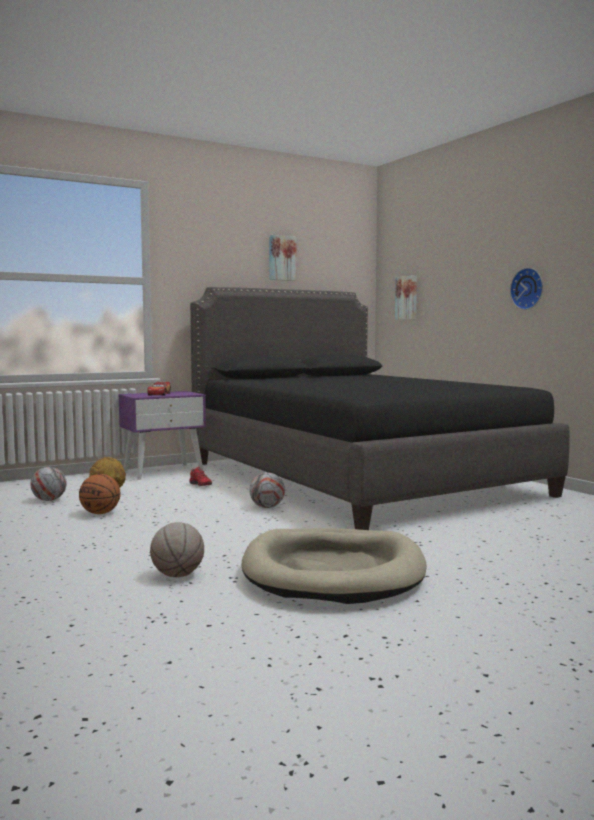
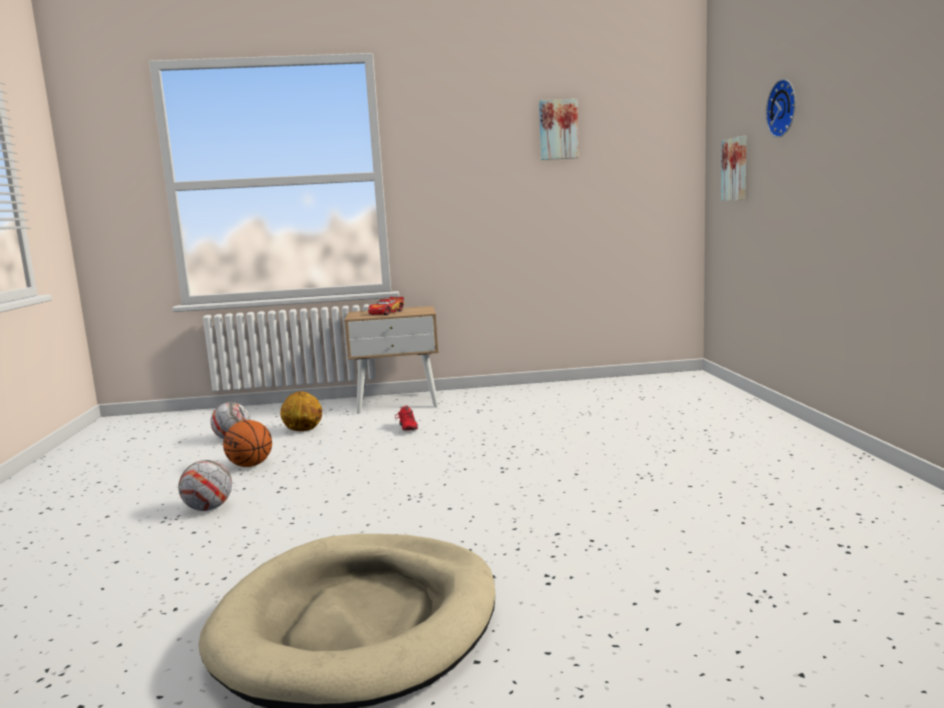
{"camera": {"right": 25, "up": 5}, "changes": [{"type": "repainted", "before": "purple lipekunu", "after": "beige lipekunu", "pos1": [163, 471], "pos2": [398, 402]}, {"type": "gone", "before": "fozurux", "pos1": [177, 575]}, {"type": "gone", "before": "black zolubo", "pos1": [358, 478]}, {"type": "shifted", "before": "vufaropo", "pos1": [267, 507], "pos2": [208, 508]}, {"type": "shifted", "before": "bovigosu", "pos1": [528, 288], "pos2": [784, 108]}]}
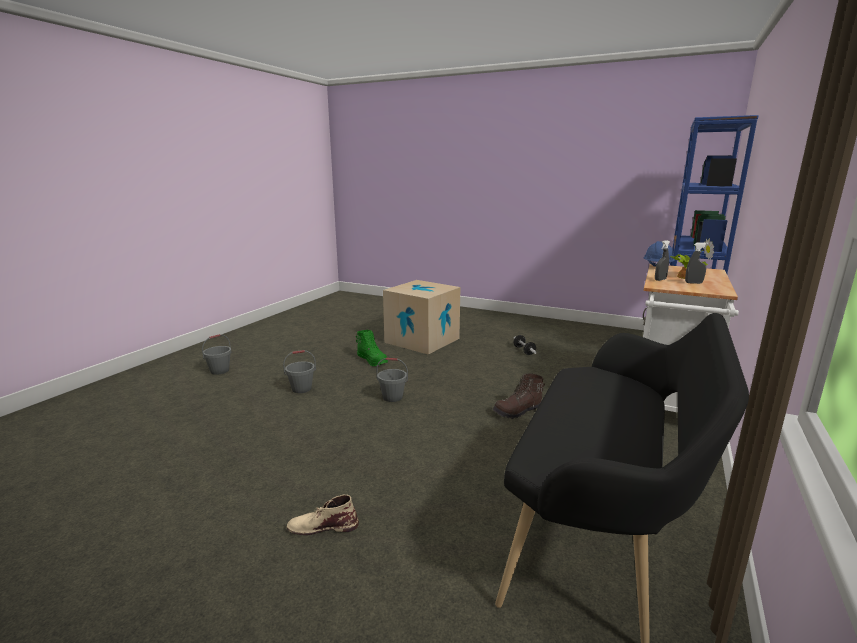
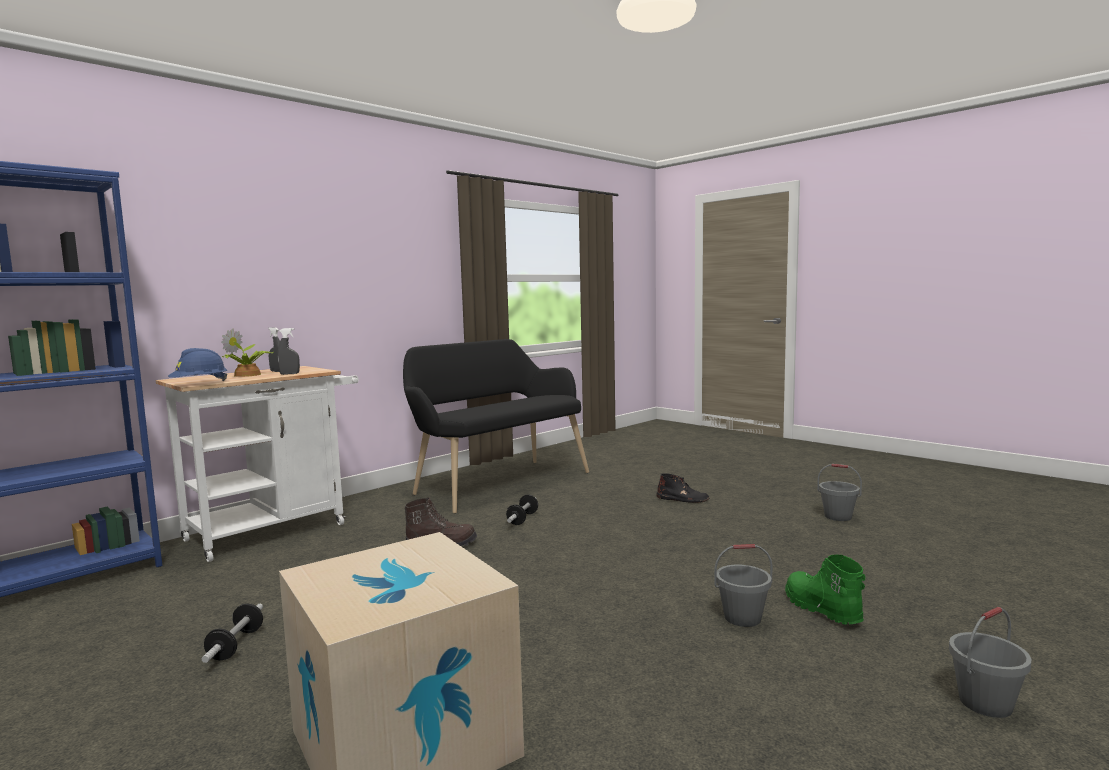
{"camera": {"right": -160, "up": -10}, "changes": [{"type": "repainted", "before": "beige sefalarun", "after": "black sefalarun", "pos1": [322, 526], "pos2": [683, 499]}, {"type": "shifted", "before": "green sefalarun", "pos1": [372, 360], "pos2": [821, 609]}, {"type": "shifted", "before": "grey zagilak", "pos1": [392, 397], "pos2": [838, 516]}, {"type": "new", "after": "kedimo", "pos2": [522, 519]}]}
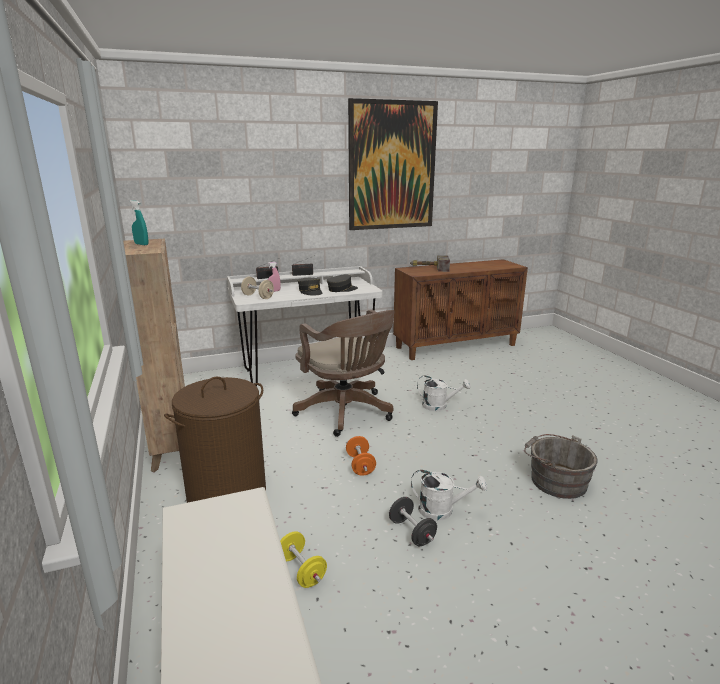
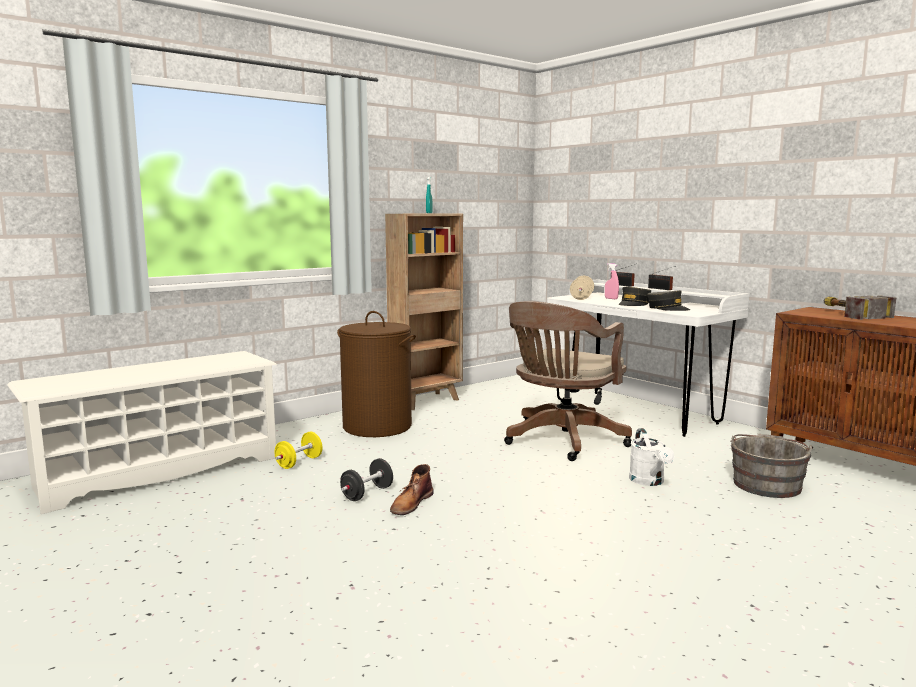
{"camera": {"right": 70, "up": -10}, "changes": [{"type": "gone", "before": "orange kedimo", "pos1": [360, 465]}, {"type": "gone", "before": "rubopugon", "pos1": [392, 166]}, {"type": "swapped", "before": "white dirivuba", "after": "brown sefalarun", "pos1": [442, 510], "pos2": [411, 503]}, {"type": "shifted", "before": "grey zagilak", "pos1": [555, 480], "pos2": [766, 484]}]}
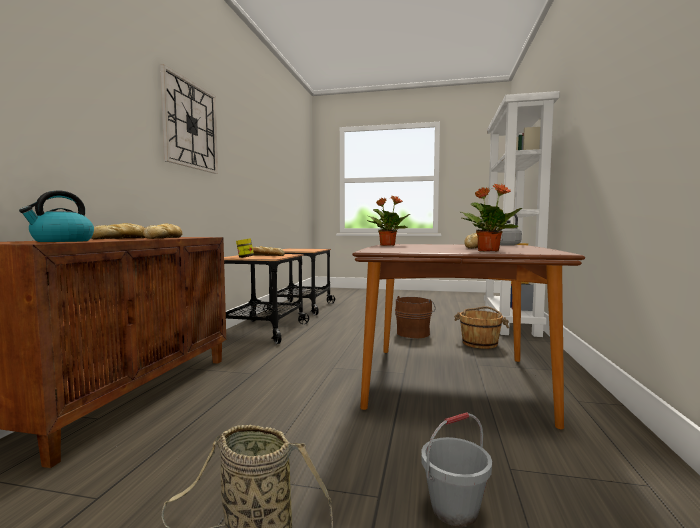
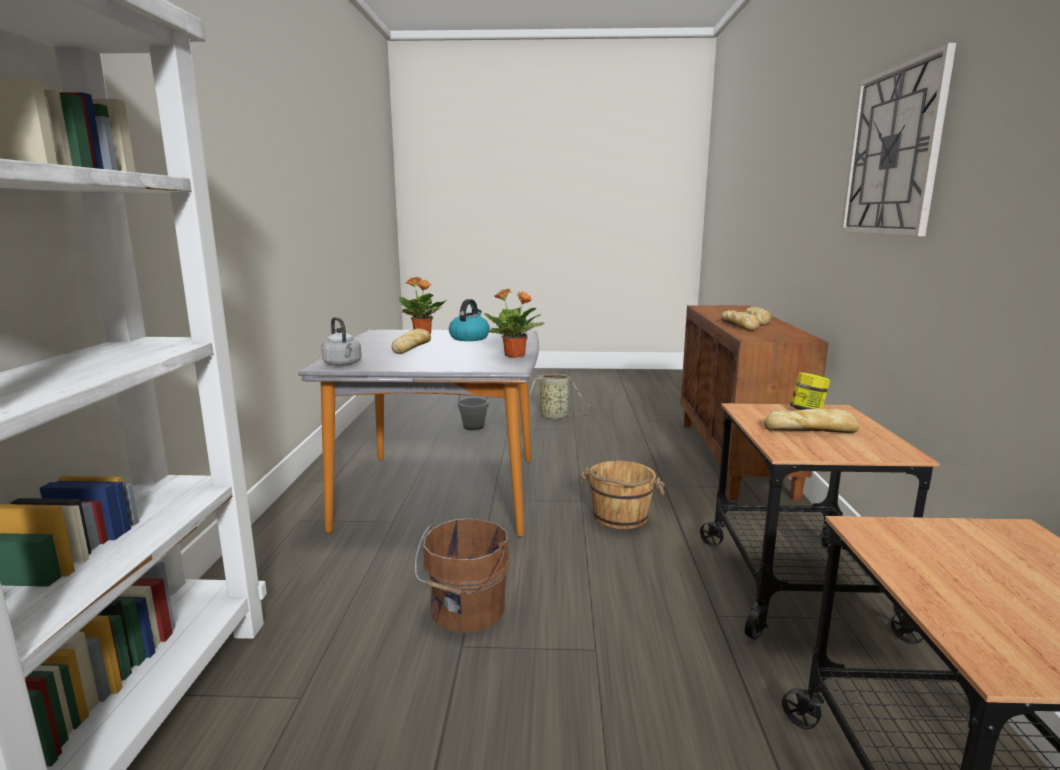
{"camera": {"right": 170, "up": 10}, "changes": [{"type": "shifted", "before": "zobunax", "pos1": [62, 241], "pos2": [469, 338]}, {"type": "repainted", "before": "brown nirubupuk", "after": "grey nirubupuk", "pos1": [452, 381], "pos2": [440, 493]}, {"type": "shifted", "before": "brown zagilak", "pos1": [480, 343], "pos2": [619, 517]}]}
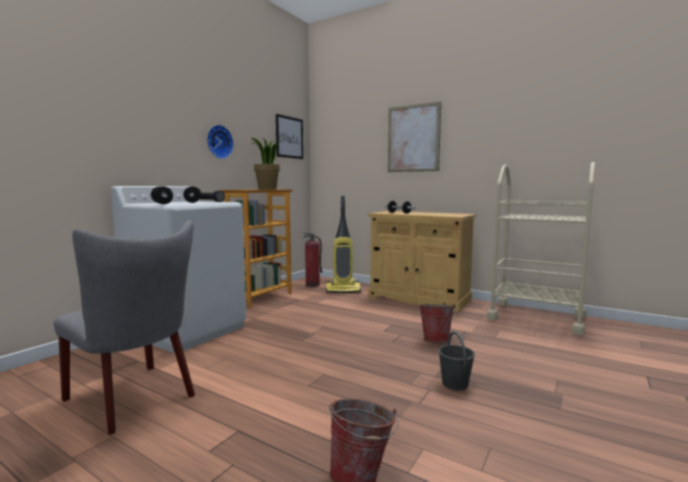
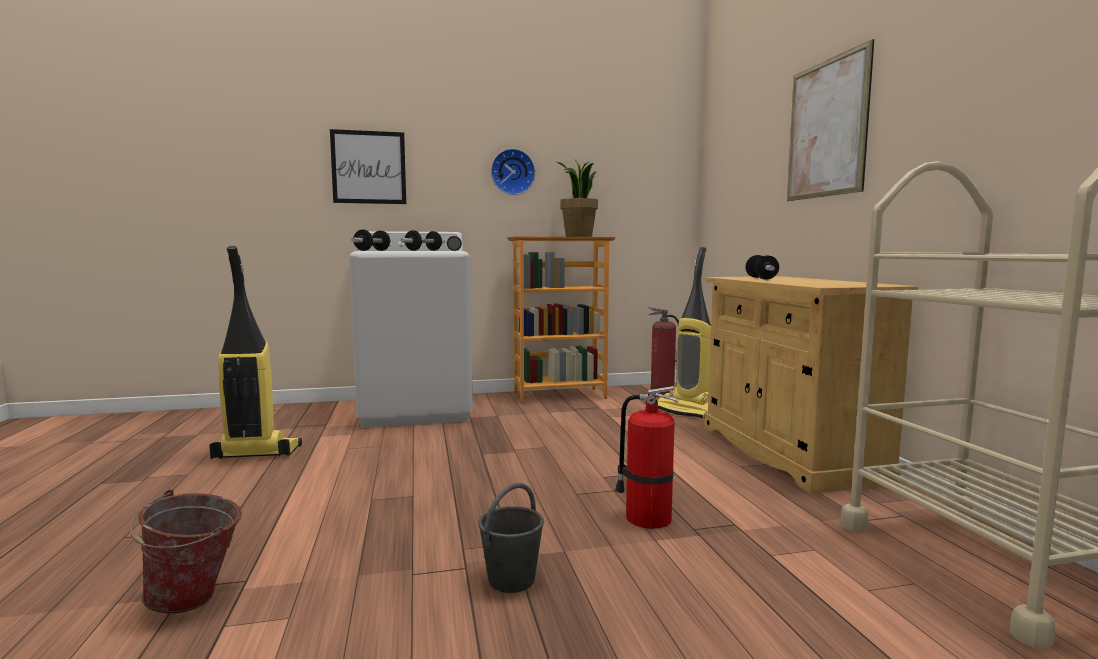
{"camera": {"right": 45, "up": 0}, "changes": [{"type": "swapped", "before": "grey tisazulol", "after": "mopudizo", "pos1": [136, 399], "pos2": [256, 454]}, {"type": "shifted", "before": "rubopugon", "pos1": [289, 137], "pos2": [369, 167]}, {"type": "swapped", "before": "zagilak", "after": "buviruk", "pos1": [436, 340], "pos2": [646, 518]}]}
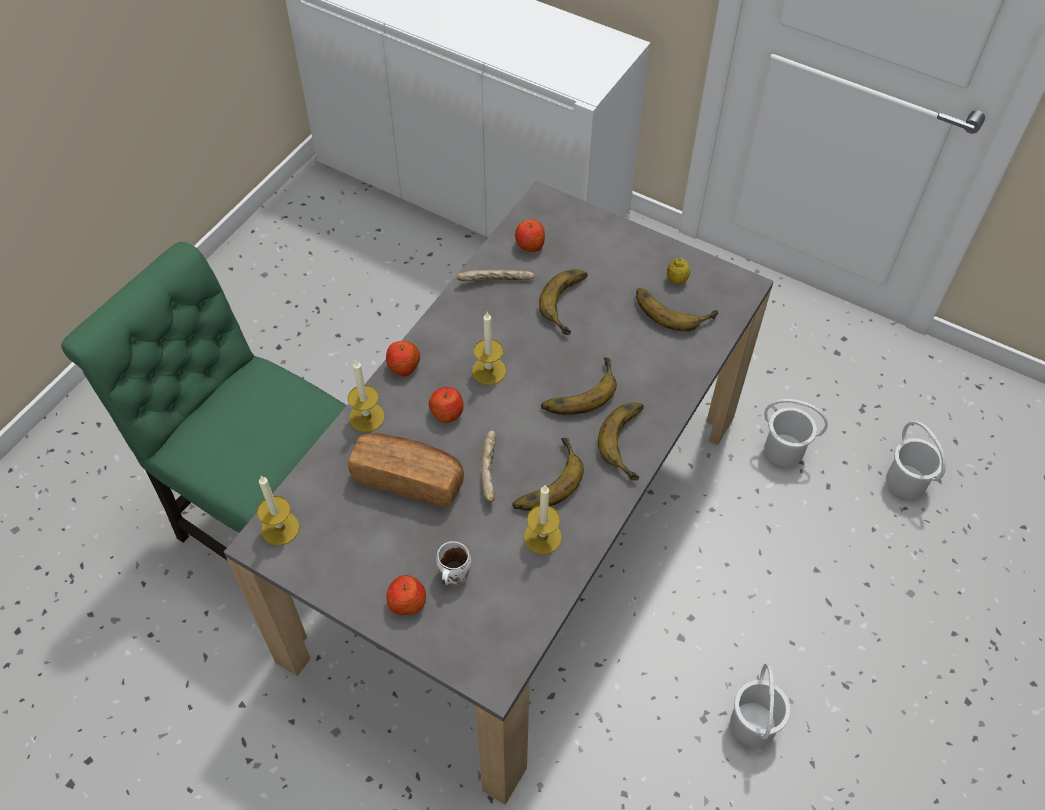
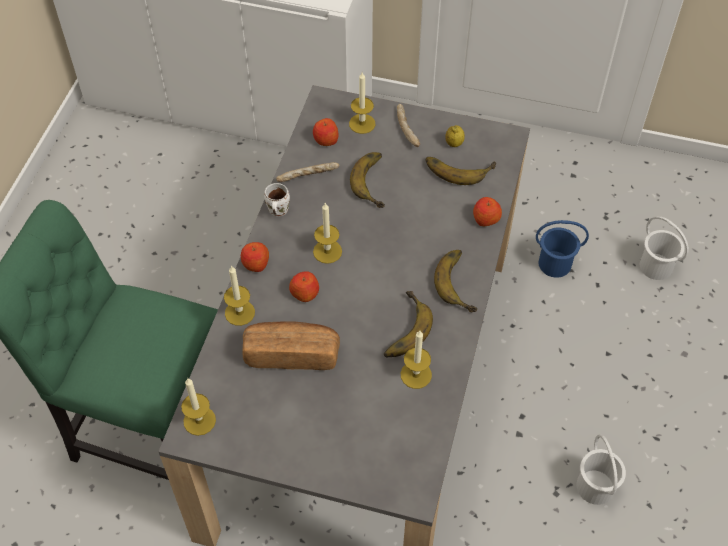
{"camera": {"right": -15, "up": 0}, "changes": [{"type": "shifted", "before": "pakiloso", "pos1": [407, 602], "pos2": [486, 219]}, {"type": "shifted", "before": "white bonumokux", "pos1": [452, 574], "pos2": [277, 210]}, {"type": "shifted", "before": "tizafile", "pos1": [491, 470], "pos2": [408, 129]}, {"type": "gone", "before": "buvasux", "pos1": [577, 390]}, {"type": "repainted", "before": "white zagilak", "after": "blue zagilak", "pos1": [784, 450], "pos2": [555, 264]}, {"type": "new", "after": "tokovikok", "pos2": [362, 123]}]}
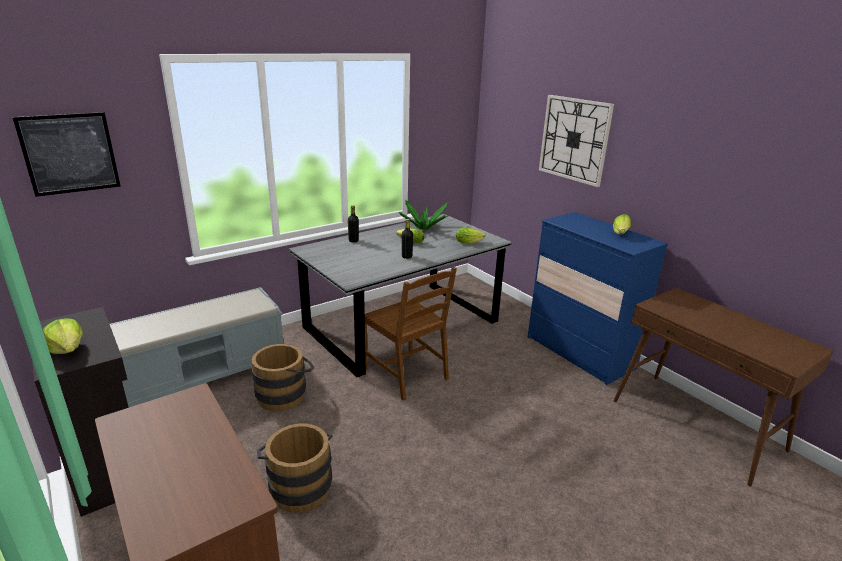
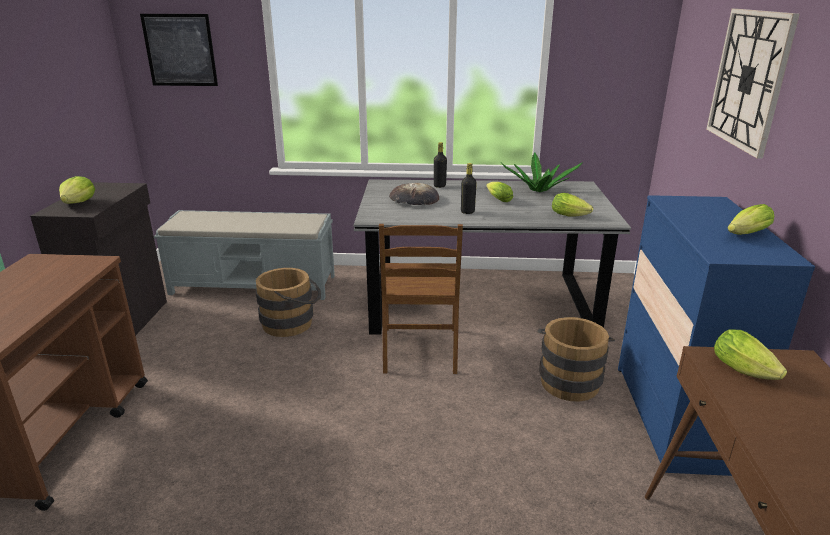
{"camera": {"right": 40, "up": 0}, "changes": [{"type": "shifted", "before": "brown zagilak", "pos1": [299, 485], "pos2": [569, 379]}, {"type": "new", "after": "tizafile", "pos2": [414, 199]}, {"type": "new", "after": "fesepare", "pos2": [746, 371]}]}
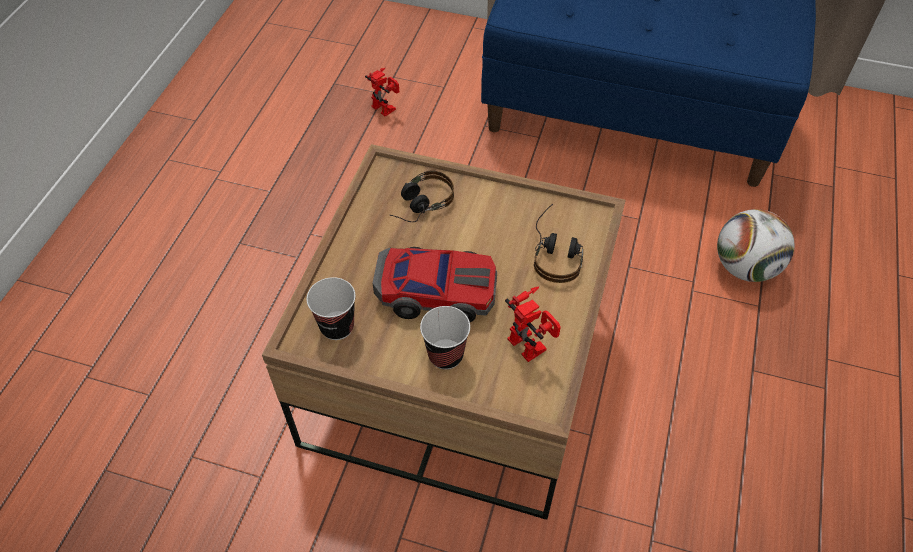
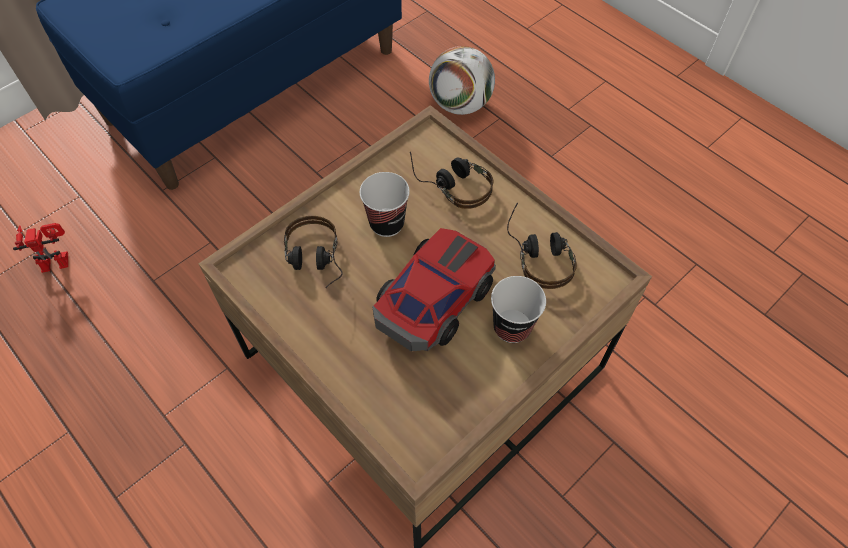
{"camera": {"right": -60, "up": 5}, "changes": [{"type": "shifted", "before": "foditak", "pos1": [337, 326], "pos2": [387, 223]}, {"type": "swapped", "before": "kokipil", "after": "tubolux", "pos1": [532, 344], "pos2": [539, 253]}]}
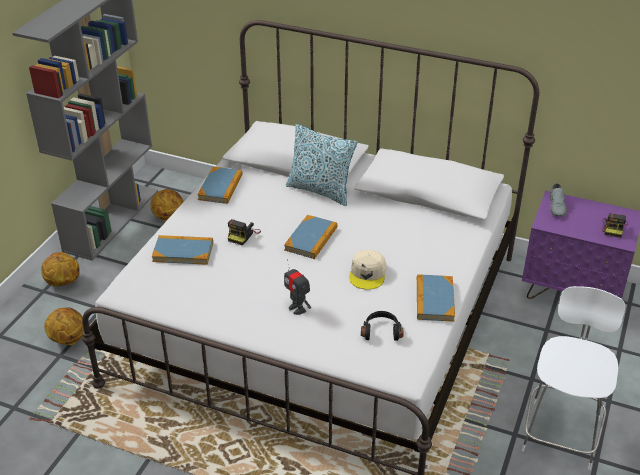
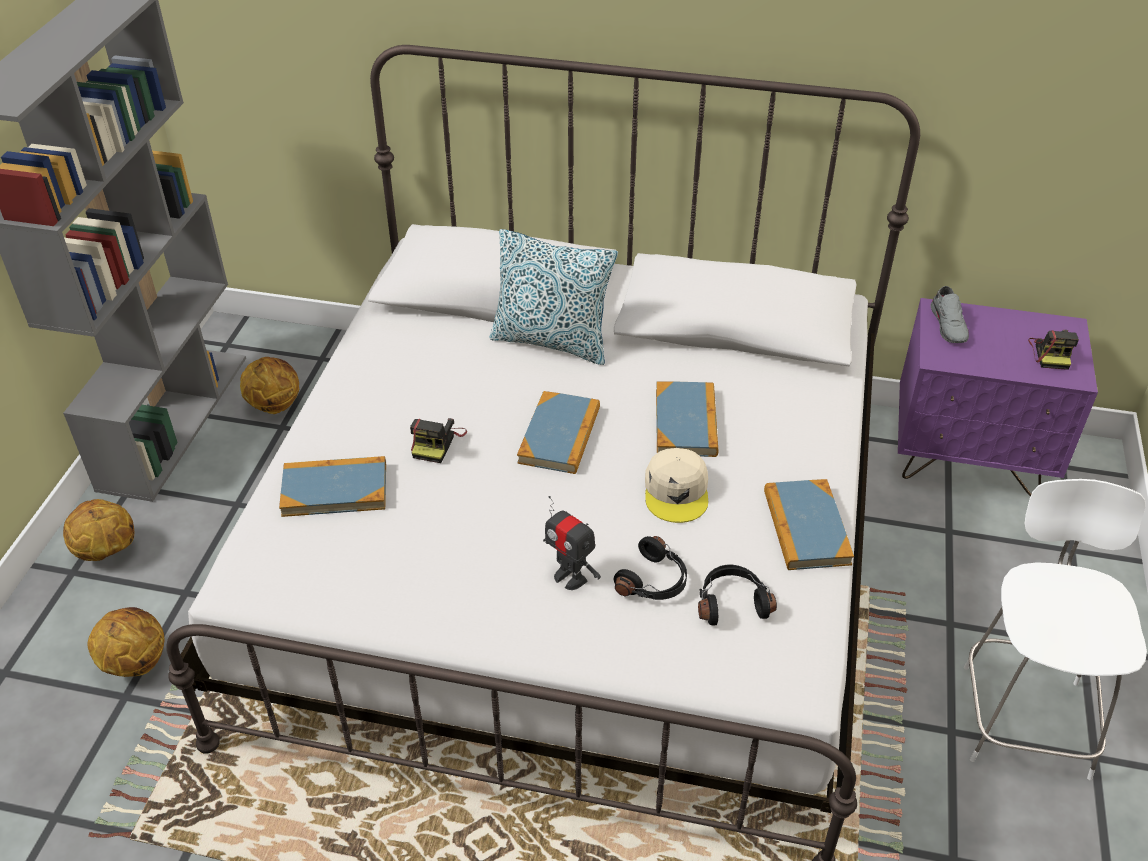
{"camera": {"right": -10, "up": 5}, "changes": [{"type": "shifted", "before": "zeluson", "pos1": [220, 187], "pos2": [686, 422]}, {"type": "new", "after": "black tubolux", "pos2": [654, 581]}]}
